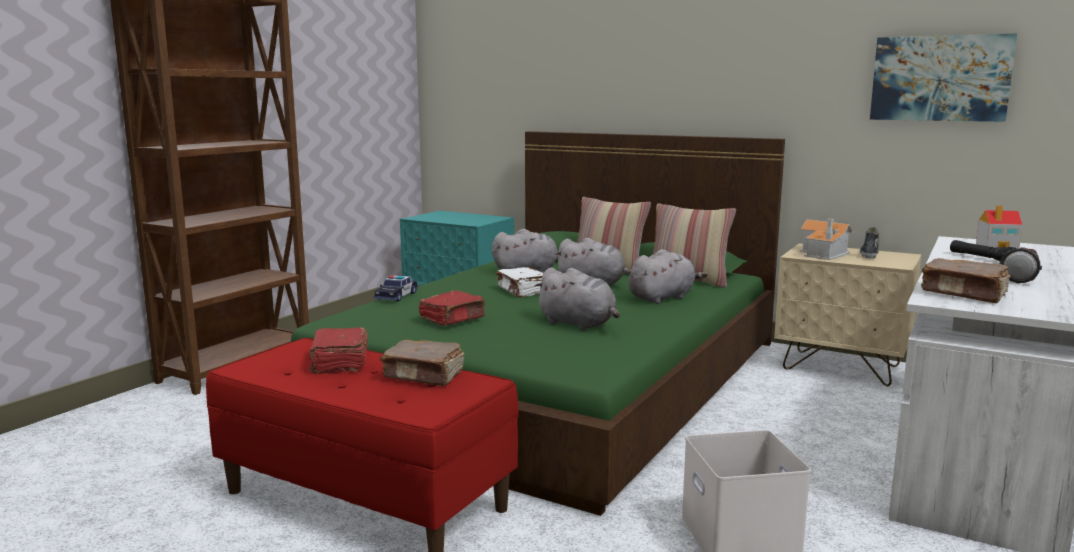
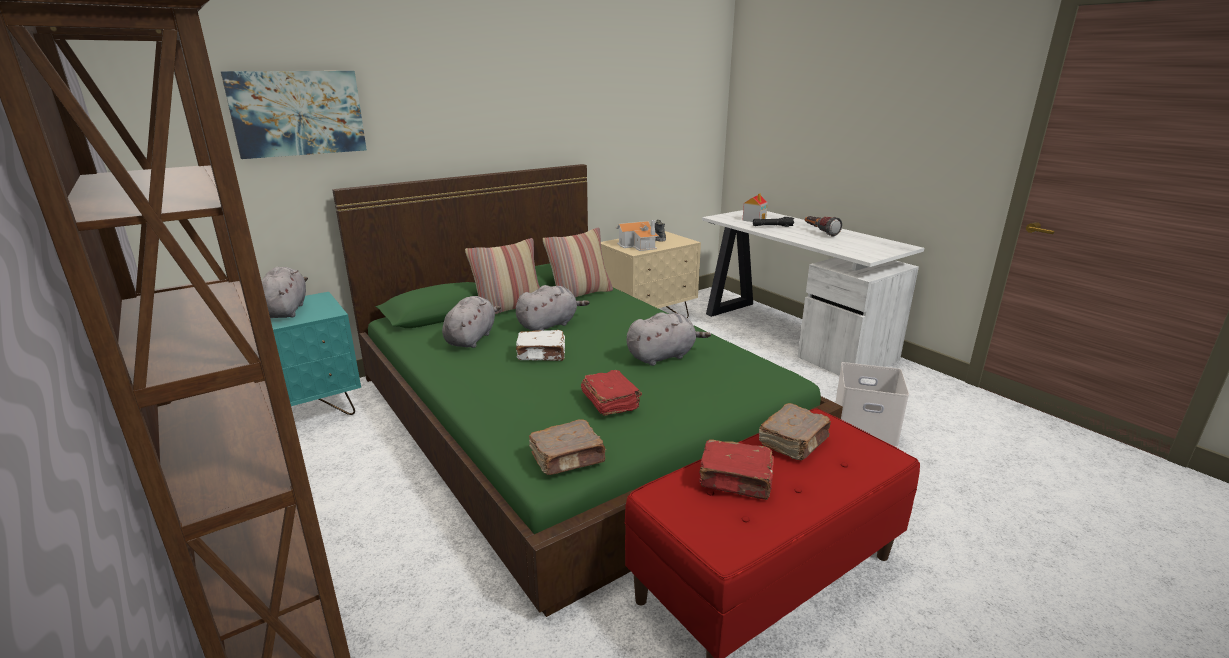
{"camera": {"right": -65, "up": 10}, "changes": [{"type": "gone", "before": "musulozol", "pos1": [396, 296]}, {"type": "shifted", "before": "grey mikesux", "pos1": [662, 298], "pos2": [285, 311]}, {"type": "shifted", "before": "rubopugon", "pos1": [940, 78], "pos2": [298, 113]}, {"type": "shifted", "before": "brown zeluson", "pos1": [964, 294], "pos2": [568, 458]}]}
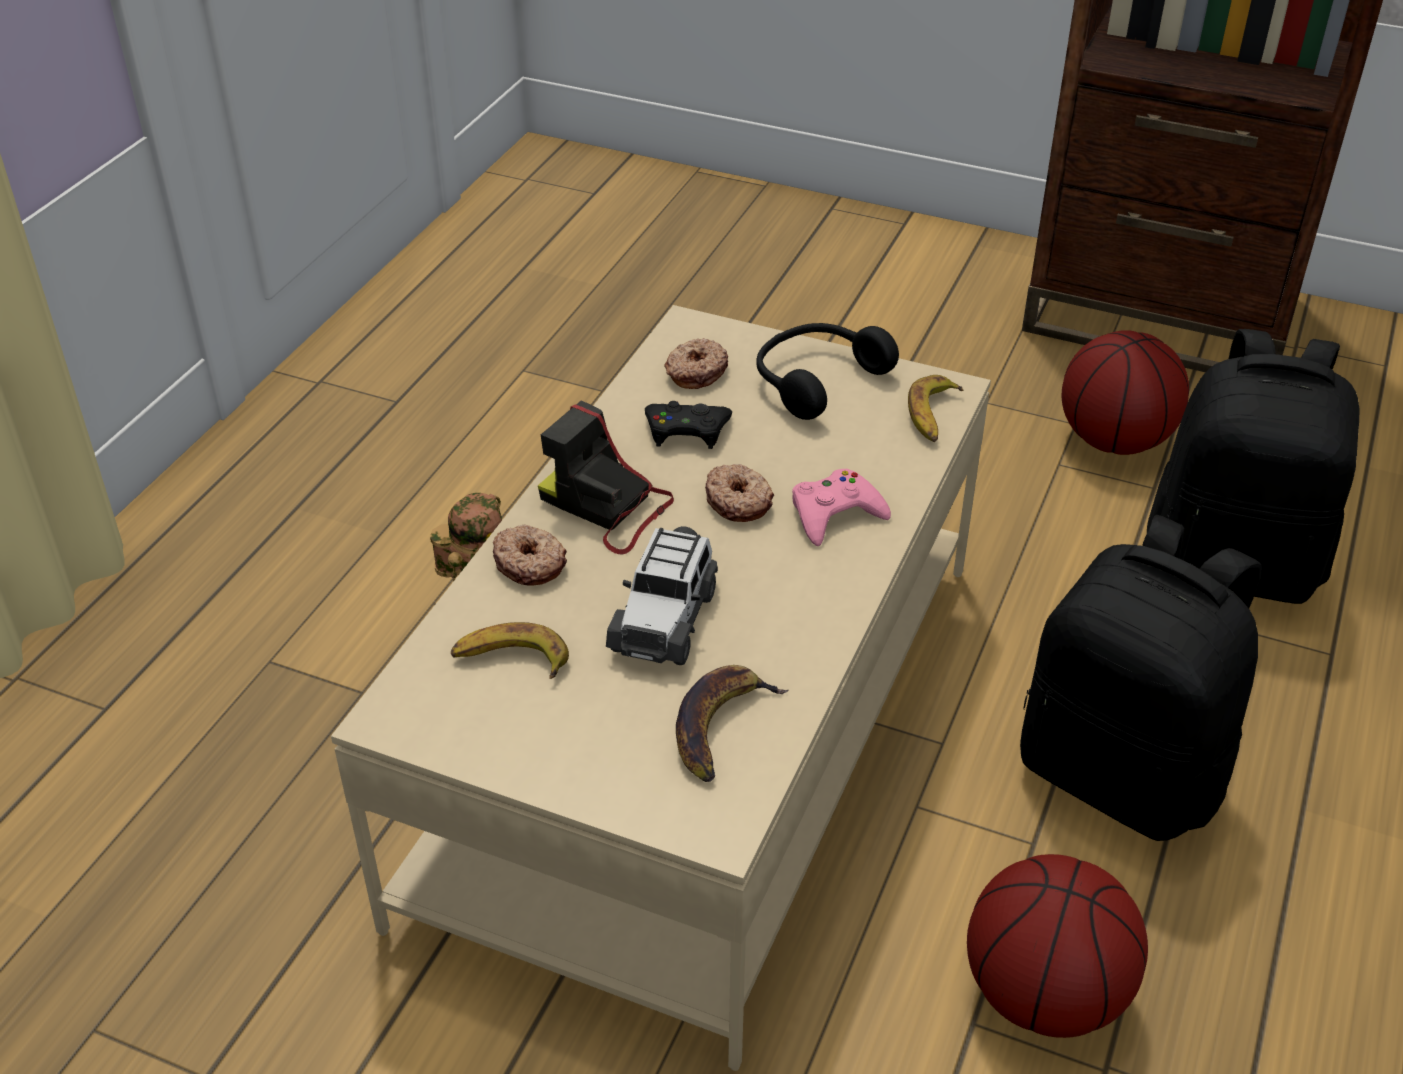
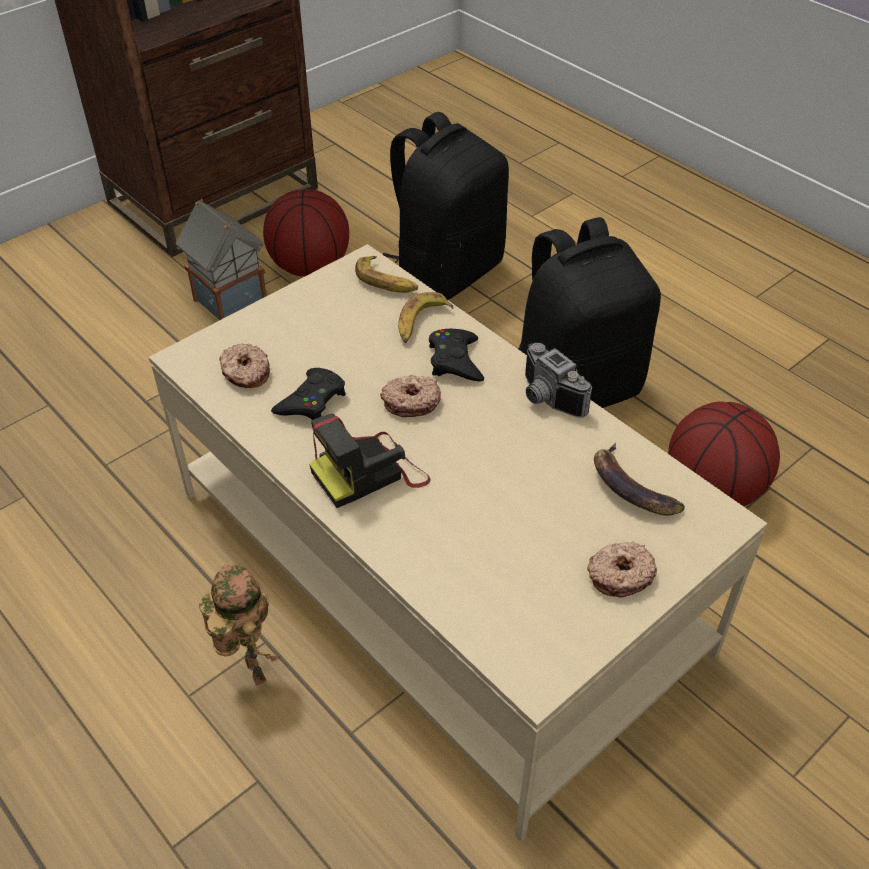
{"camera": {"right": -65, "up": 5}, "changes": [{"type": "shifted", "before": "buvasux", "pos1": [510, 660], "pos2": [421, 323]}, {"type": "shifted", "before": "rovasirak", "pos1": [530, 563], "pos2": [620, 574]}, {"type": "gone", "before": "musulozol", "pos1": [665, 618]}, {"type": "gone", "before": "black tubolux", "pos1": [816, 380]}, {"type": "repainted", "before": "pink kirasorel", "after": "black kirasorel", "pos1": [835, 514], "pos2": [455, 361]}, {"type": "new", "after": "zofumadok", "pos2": [229, 301]}, {"type": "new", "after": "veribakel", "pos2": [546, 399]}]}
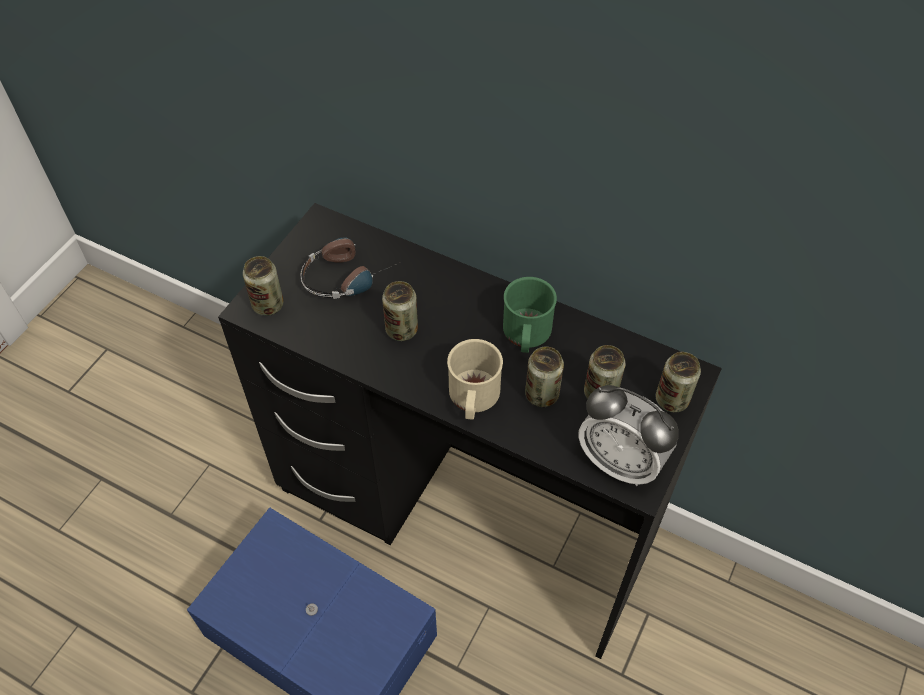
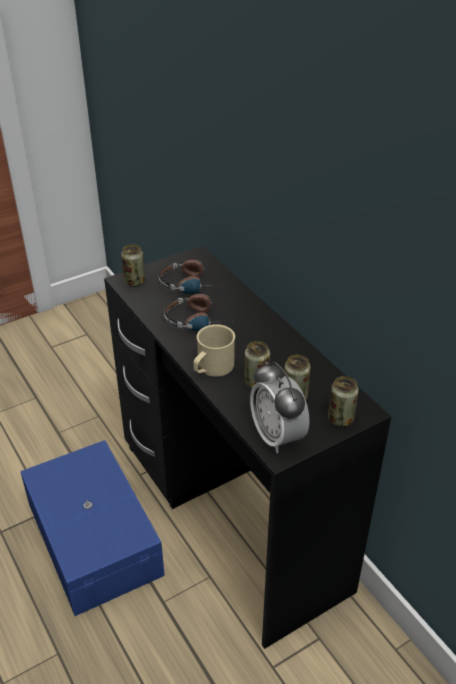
{"camera": {"right": 30, "up": -15}, "changes": [{"type": "swapped", "before": "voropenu", "after": "tubolux", "pos1": [402, 330], "pos2": [199, 320]}, {"type": "gone", "before": "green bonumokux", "pos1": [526, 335]}]}
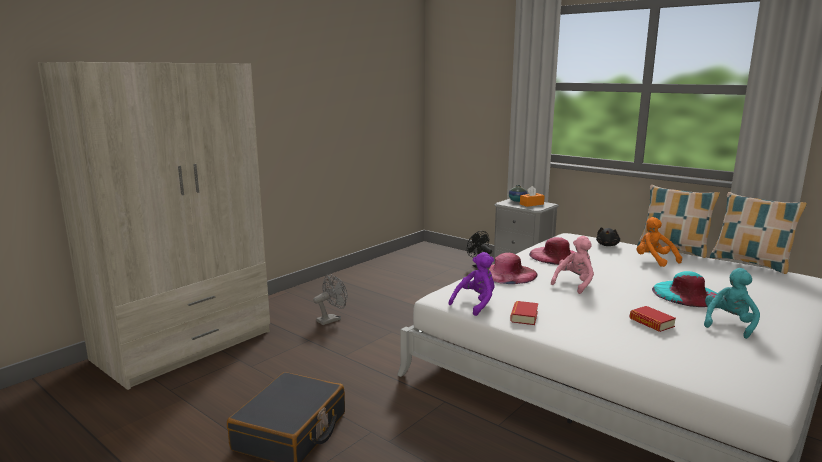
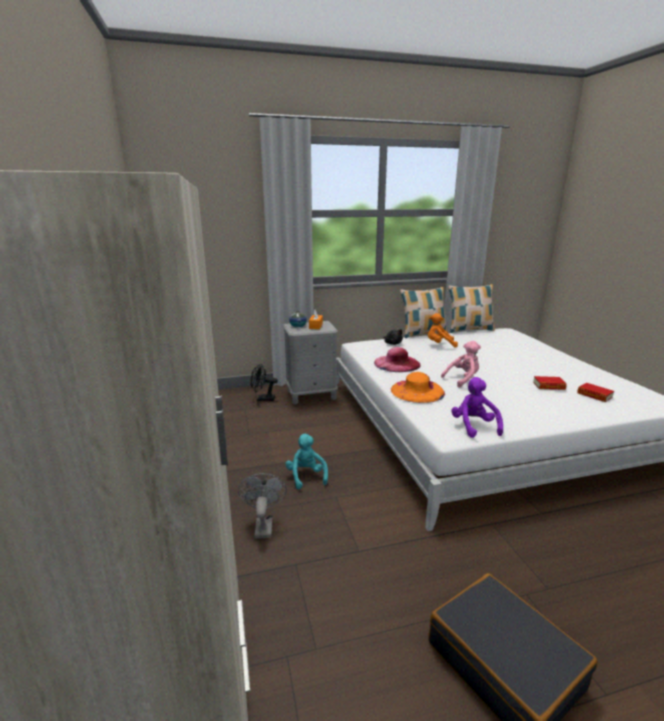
{"camera": {"right": -55, "up": 5}, "changes": [{"type": "repainted", "before": "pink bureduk", "after": "orange bureduk", "pos1": [508, 273], "pos2": [417, 391]}, {"type": "shifted", "before": "zeluson", "pos1": [524, 316], "pos2": [594, 395]}, {"type": "rotated", "before": "pink mikesux", "pos1": [574, 284], "pos2": [462, 379], "turn": 75}, {"type": "gone", "before": "turquoise bureduk", "pos1": [686, 294]}, {"type": "shifted", "before": "turquoise mikesux", "pos1": [729, 324], "pos2": [306, 476]}]}
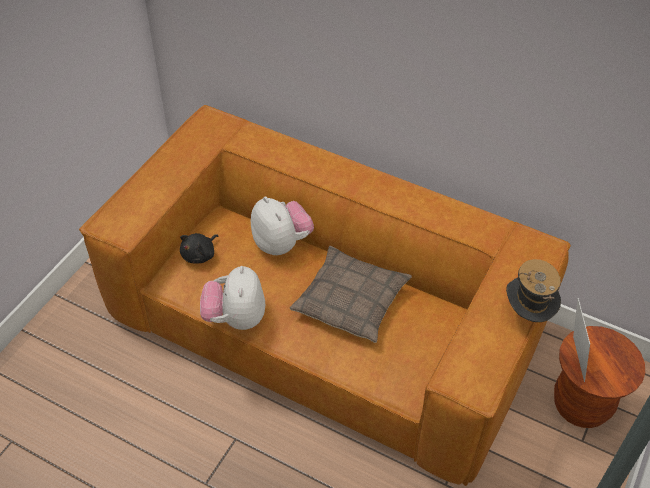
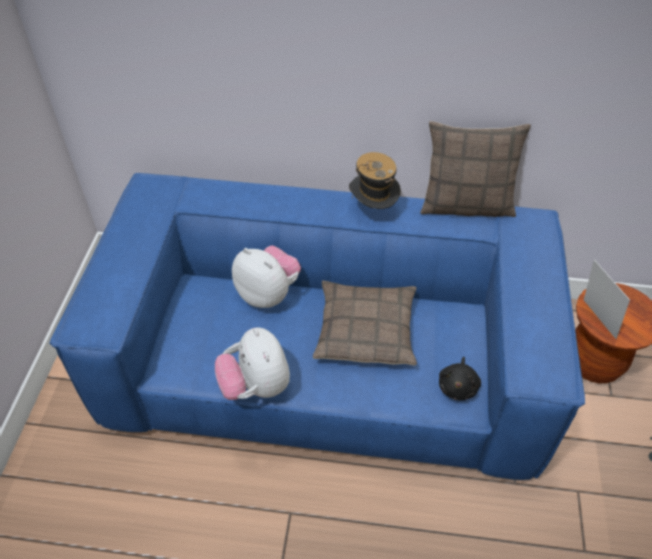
{"camera": {"right": -20, "up": 0}, "changes": [{"type": "repainted", "before": "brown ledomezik", "after": "blue ledomezik", "pos1": [324, 324], "pos2": [326, 363]}, {"type": "shifted", "before": "black mikesux", "pos1": [200, 255], "pos2": [458, 386]}, {"type": "shifted", "before": "bureduk", "pos1": [527, 315], "pos2": [373, 210]}, {"type": "new", "after": "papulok", "pos2": [466, 205]}]}
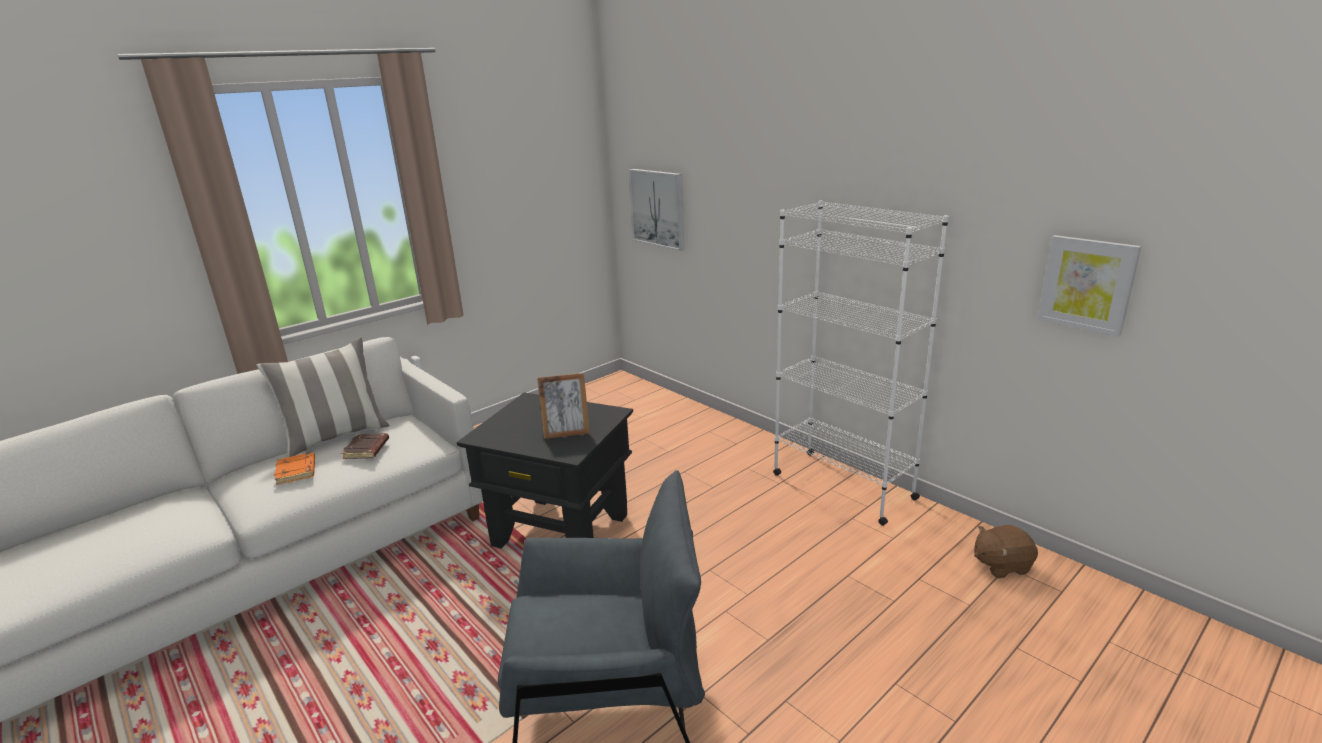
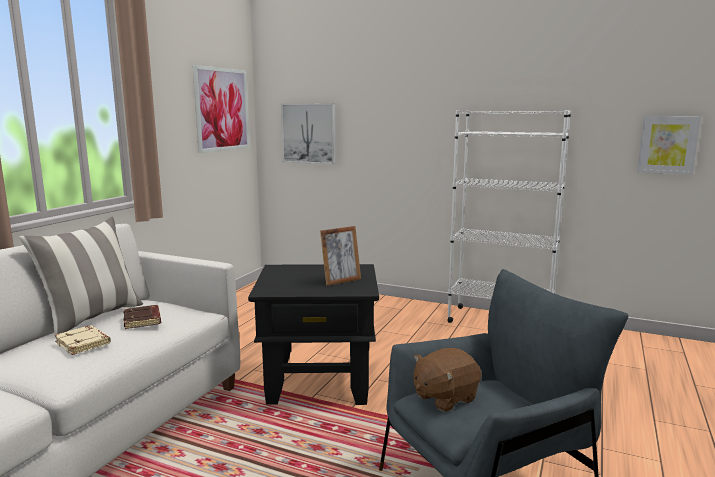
{"camera": {"right": -25, "up": -10}, "changes": [{"type": "repainted", "before": "orange zeluson", "after": "beige zeluson", "pos1": [297, 472], "pos2": [84, 343]}, {"type": "shifted", "before": "brown mikesux", "pos1": [1001, 565], "pos2": [444, 397]}, {"type": "new", "after": "rubopugon", "pos2": [222, 109]}]}
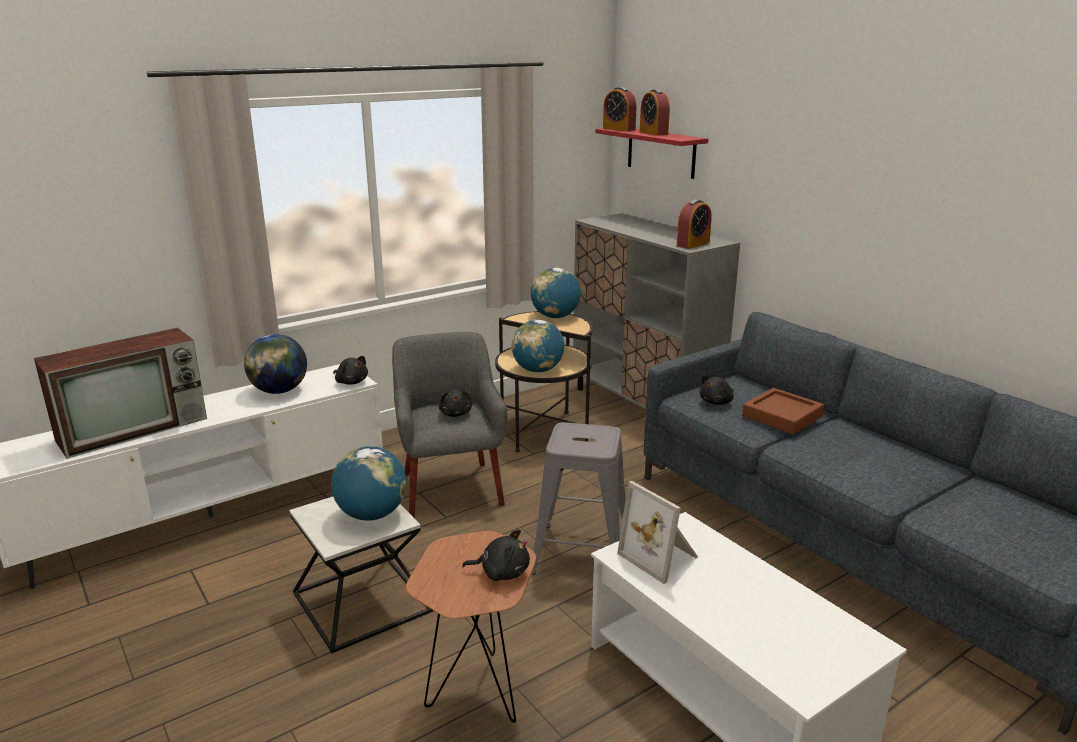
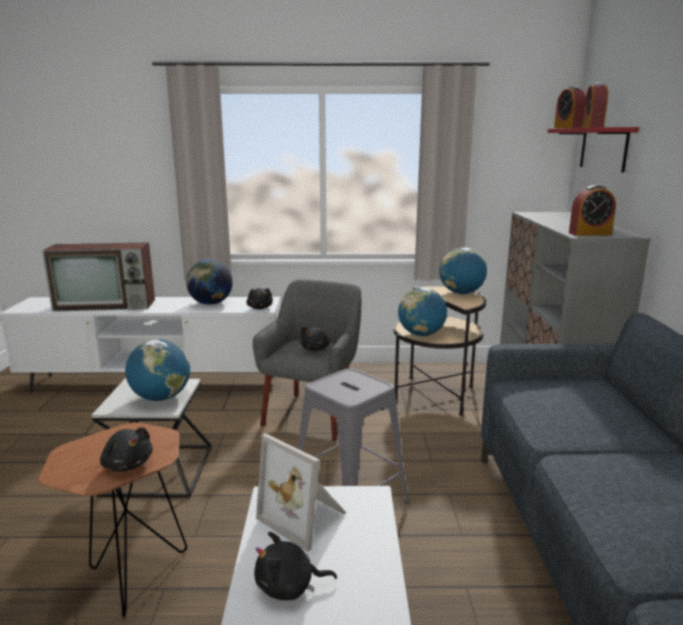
{"camera": {"right": 35, "up": -5}, "changes": [{"type": "rotated", "before": "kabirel", "pos1": [661, 556], "pos2": [305, 516], "turn": -45}, {"type": "shifted", "before": "black mikesux", "pos1": [717, 402], "pos2": [289, 587]}, {"type": "gone", "before": "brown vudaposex", "pos1": [782, 416]}]}
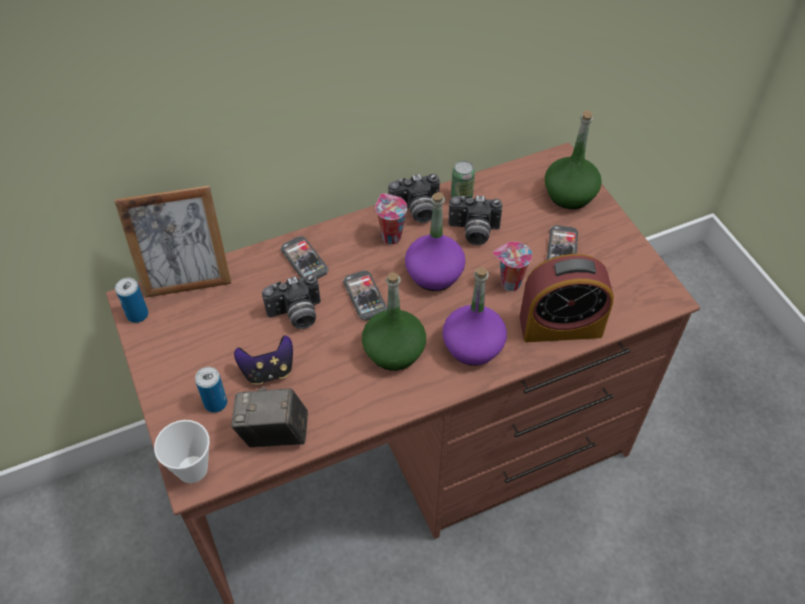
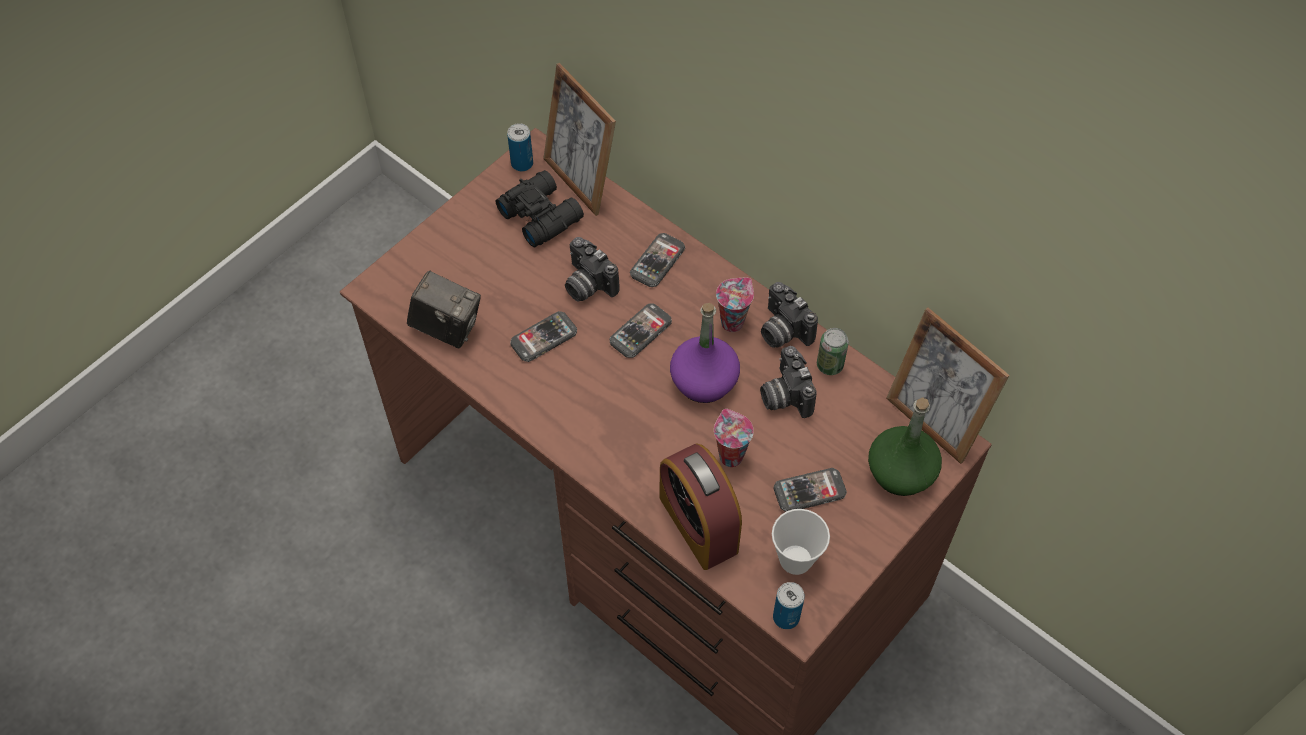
{"camera": {"right": 65, "up": 5}, "changes": [{"type": "shifted", "before": "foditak", "pos1": [192, 469], "pos2": [795, 559]}, {"type": "shifted", "before": "voropenu", "pos1": [215, 403], "pos2": [786, 617]}, {"type": "rotated", "before": "veribakel", "pos1": [274, 434], "pos2": [447, 327], "turn": 135}, {"type": "gone", "before": "kirasorel", "pos1": [268, 371]}, {"type": "gone", "before": "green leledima", "pos1": [393, 351]}, {"type": "gone", "before": "purple leledima", "pos1": [473, 346]}, {"type": "new", "after": "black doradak", "pos2": [541, 214]}, {"type": "new", "after": "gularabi", "pos2": [544, 338]}, {"type": "new", "after": "kabirel", "pos2": [933, 422]}]}
